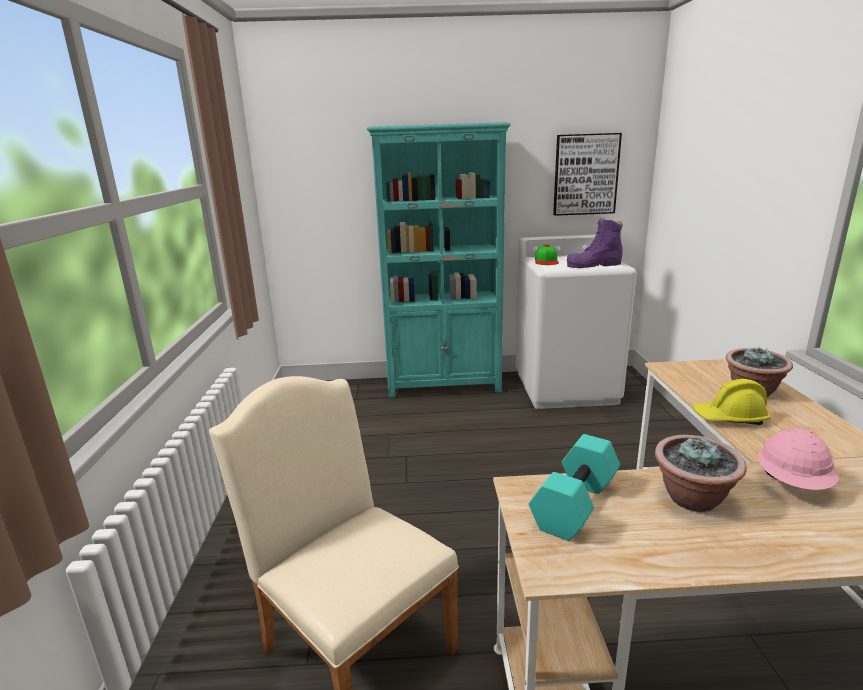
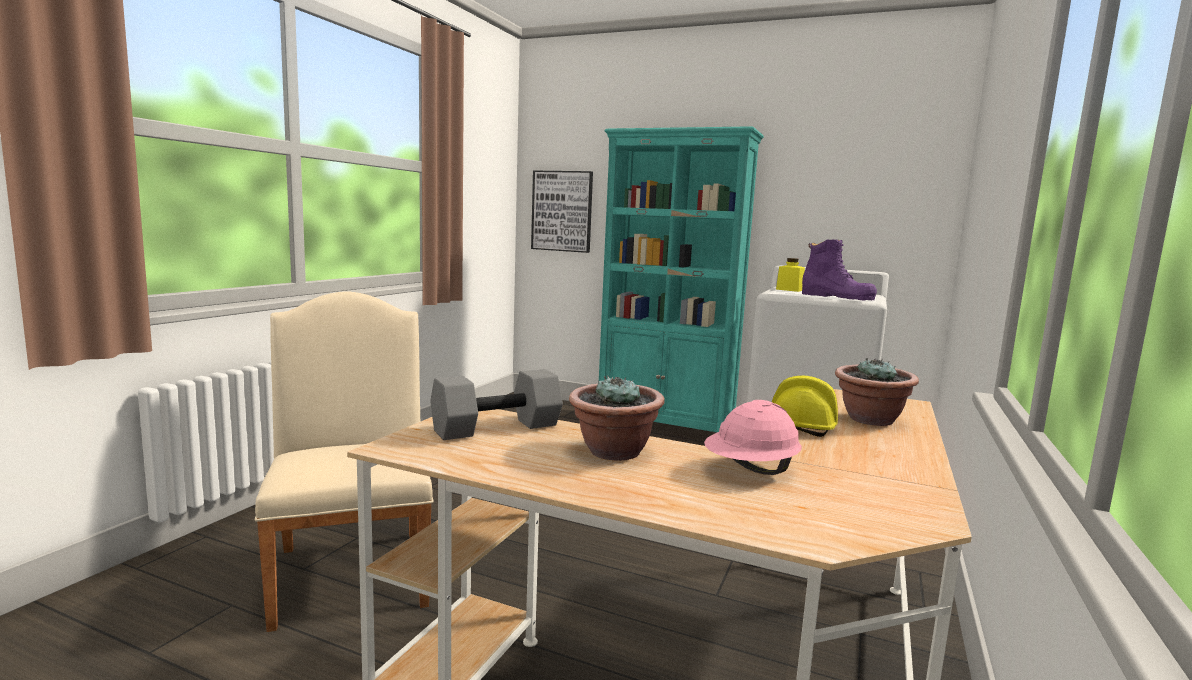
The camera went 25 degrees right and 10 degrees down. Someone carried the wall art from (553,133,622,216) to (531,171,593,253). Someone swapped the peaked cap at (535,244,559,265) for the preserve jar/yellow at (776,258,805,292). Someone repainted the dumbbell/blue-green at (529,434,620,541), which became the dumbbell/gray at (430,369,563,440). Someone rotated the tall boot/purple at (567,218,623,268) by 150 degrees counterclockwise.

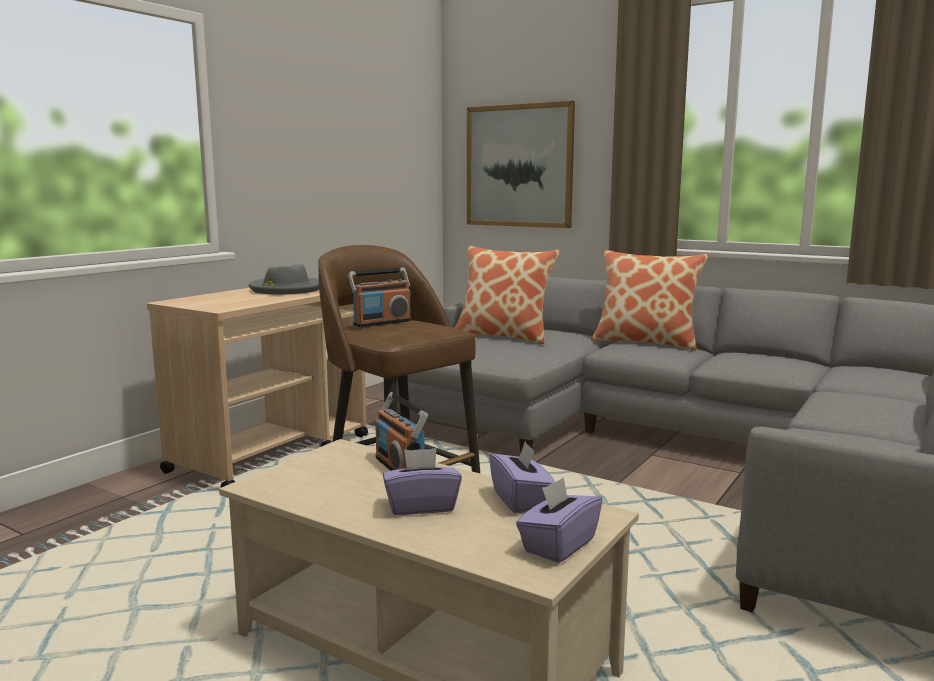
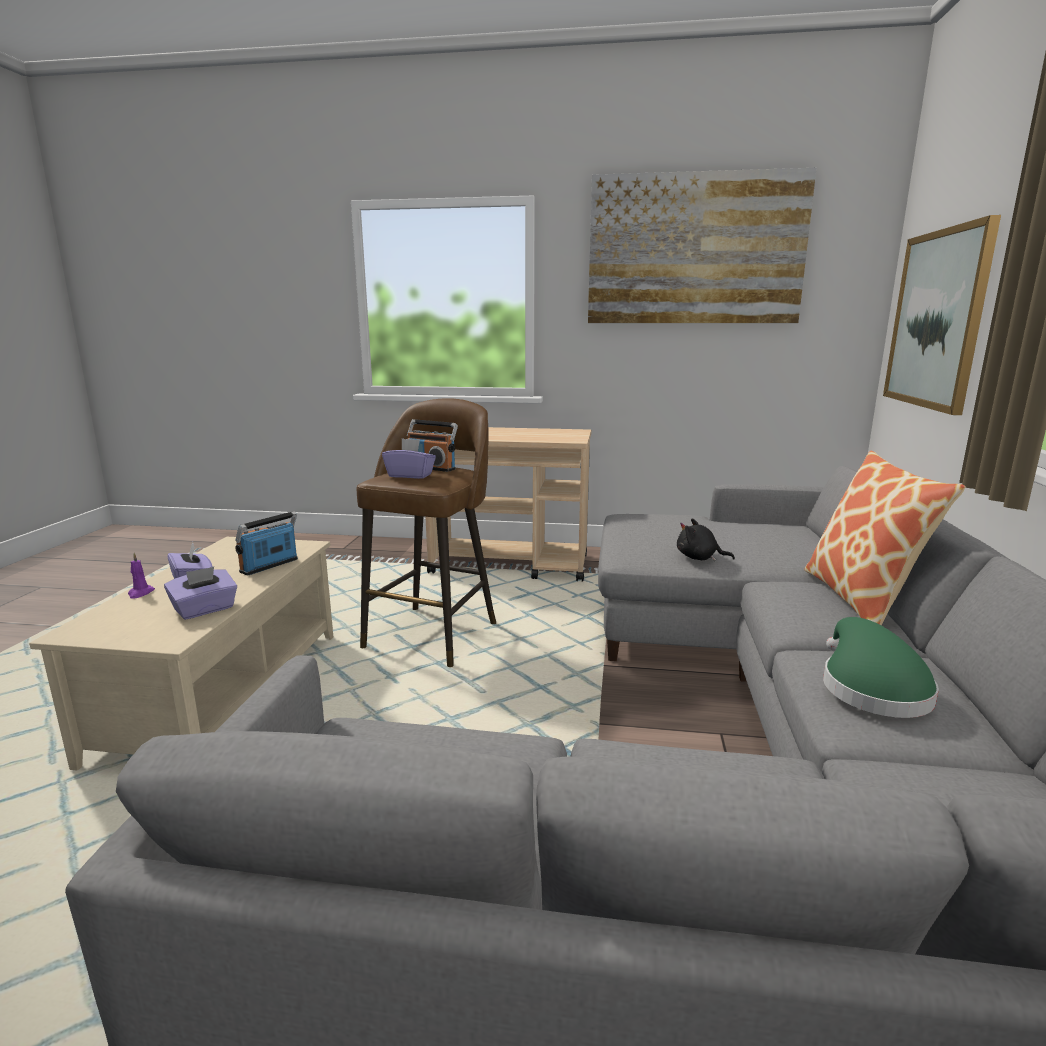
The camera went 65 degrees right and 5 degrees up. Someone took away the clothing hat/gray at (248,264,319,295). Someone took away the pillow at (455,246,560,344). Someone put down the wax light/purple at (128,553,155,598). Someone put up the wall art at (588,168,817,323). Someone put down the cuddly toy/blackish at (677,518,735,561). Someone put down the clothing hat/greenish at (823,617,939,718). Someone carried the tissue holder/purple from (516,477,602,563) to (382,438,436,479).

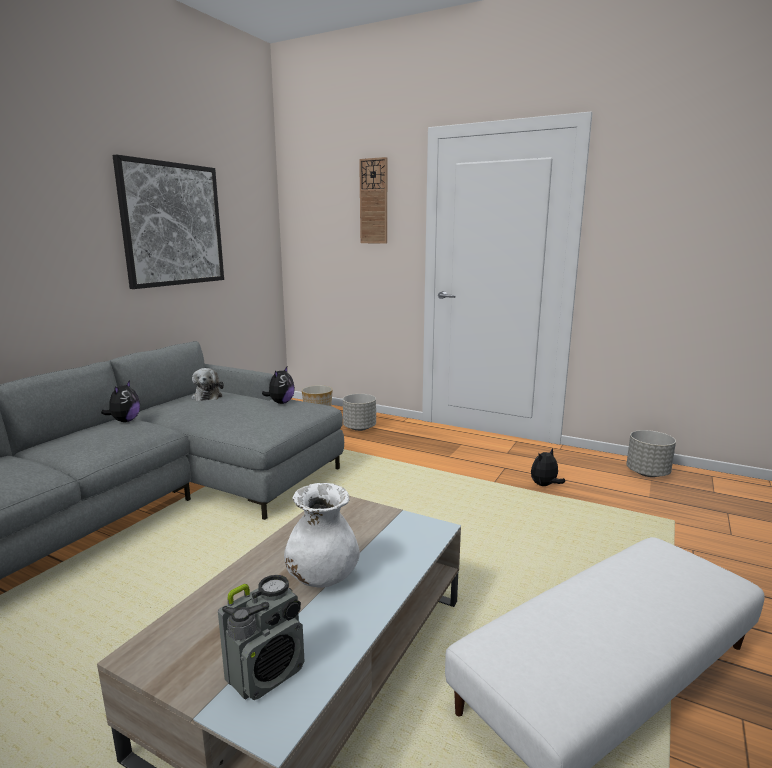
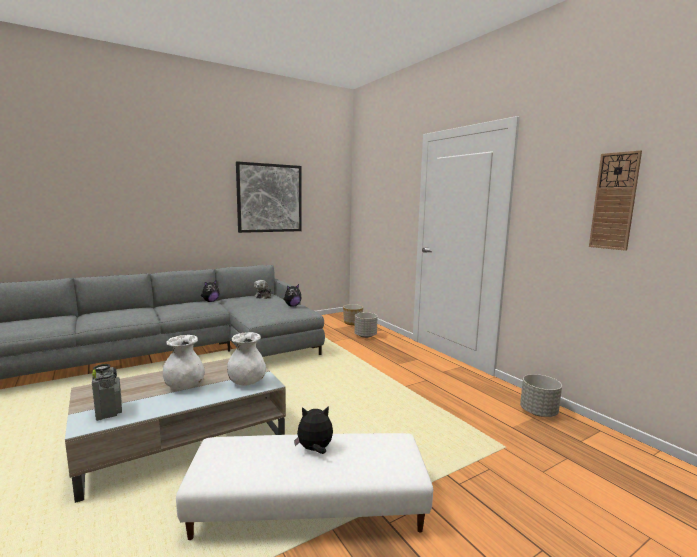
The camera went 30 degrees right and 5 degrees down. Someone put down the decorative vase/whitish at (227,332,266,386). Someone carried the wall clock from (359,157,387,244) to (589,150,642,251). Someone carried the cuddly toy from (531,448,565,486) to (294,406,333,454). Someone rotated the radio receiver at (218,575,304,700) by 105 degrees counterclockwise.

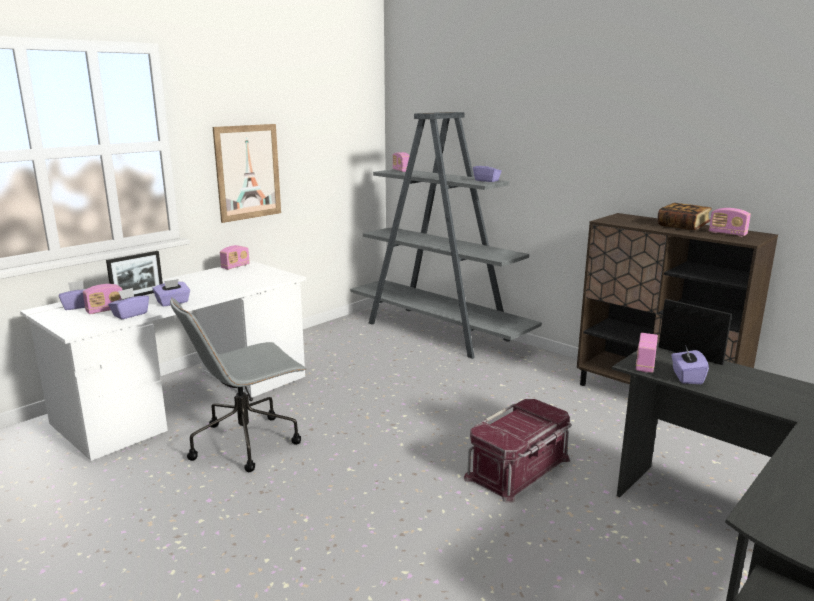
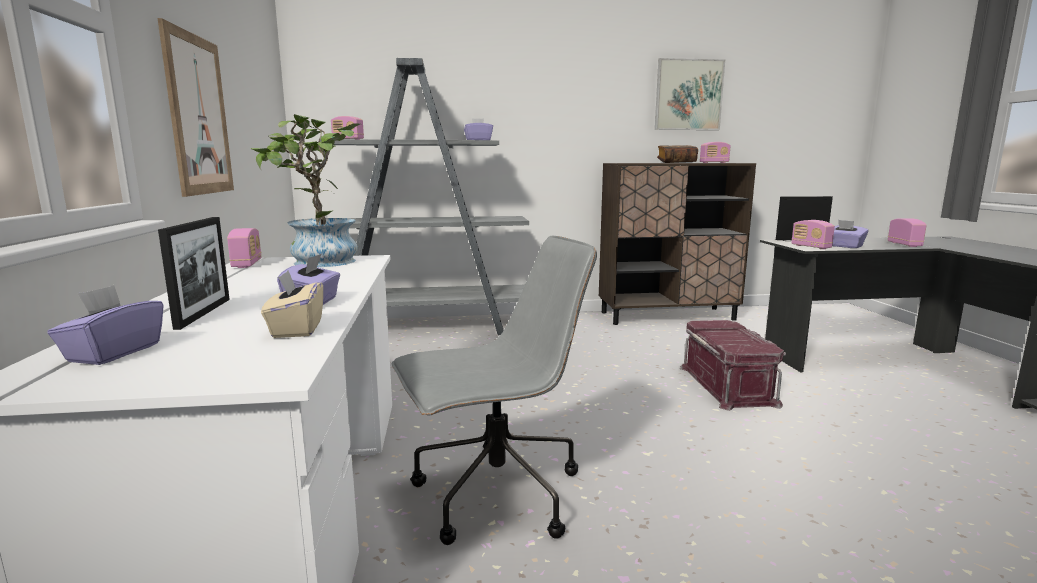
The camera went 50 degrees left and 5 degrees down. Someone put down the plant in a pot at (251,114,360,267). Someone put up the wall art at (655,58,725,130). Someone carried the radio receiver from (83,284,122,314) to (888,218,927,247). Someone repainted the tissue holder/purple at (108,288,149,319), which became the tissue holder/sand-coloured at (261,271,323,338). Someone rotated the computer chair/gray at (170,297,306,472) by 120 degrees counterclockwise.

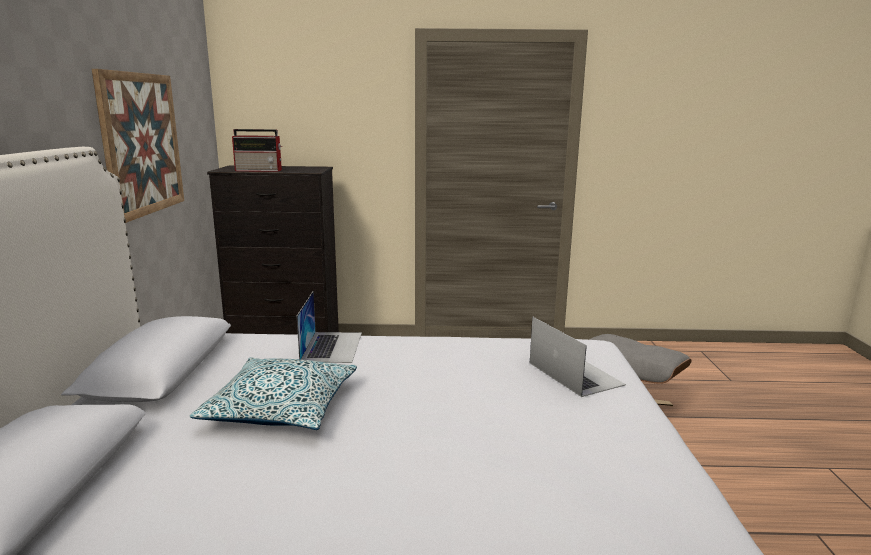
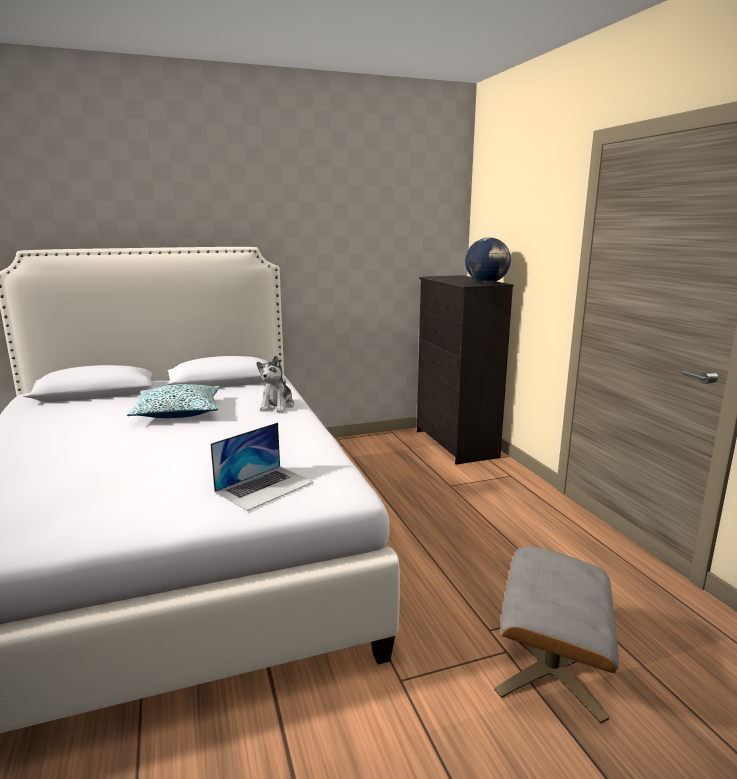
The camera went 70 degrees right and 0 degrees up. Someone took away the wall art at (92,69,184,223). Someone took away the radio receiver at (232,129,282,172). Someone put down the world globe at (465,237,511,283). Someone swapped the portable computer at (297,291,362,363) for the cuddly toy at (256,356,294,412).

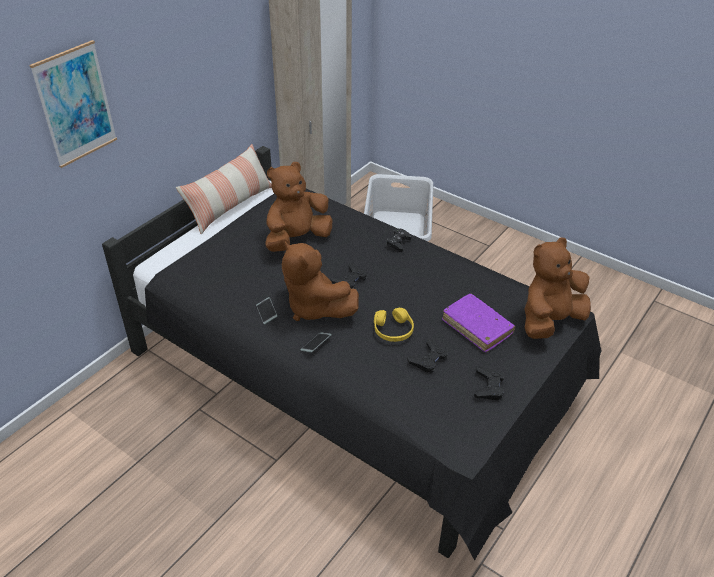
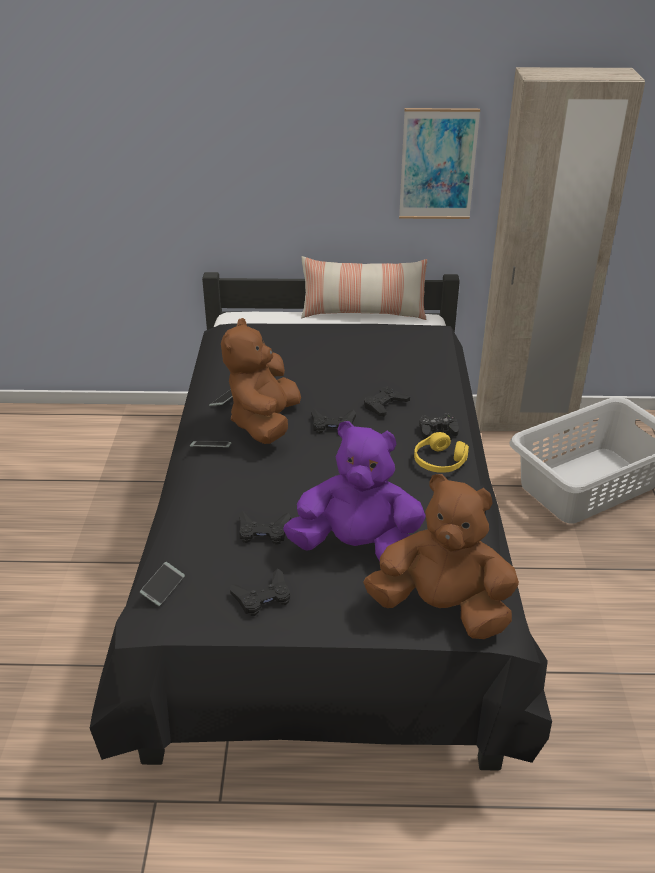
The camera went 55 degrees right and 5 degrees down. Someone took away the cuddly toy/brown at (265,162,332,252). Someone put down the handset at (140,562,185,606). Someone put down the joypad/blackish at (364,387,410,417). Someone carried the wall art from (29,40,117,168) to (399,108,480,219). Someone carried the headset/yellow from (374,308,414,342) to (414,432,469,473). Someone swapped the bound book/purple at (442,294,515,352) for the cuddly toy/purple at (283,421,426,561).

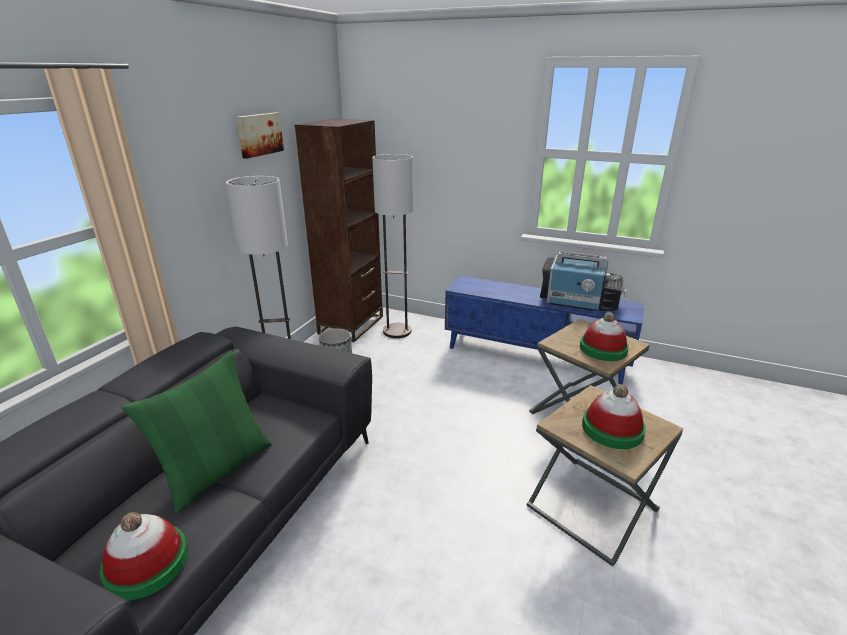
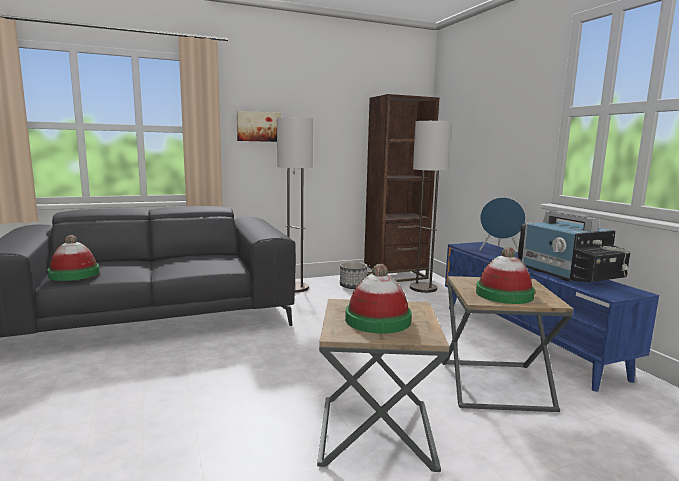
The camera went 45 degrees right and 15 degrees down. Someone took away the pillow/greenish at (121,351,272,514). Someone put down the speaker/bluish at (479,197,526,250). Someone carried the wall art from (236,112,284,159) to (237,111,281,142).

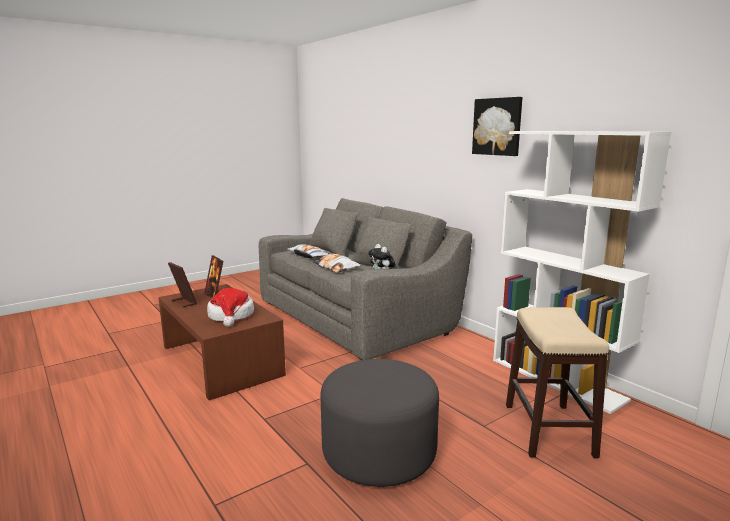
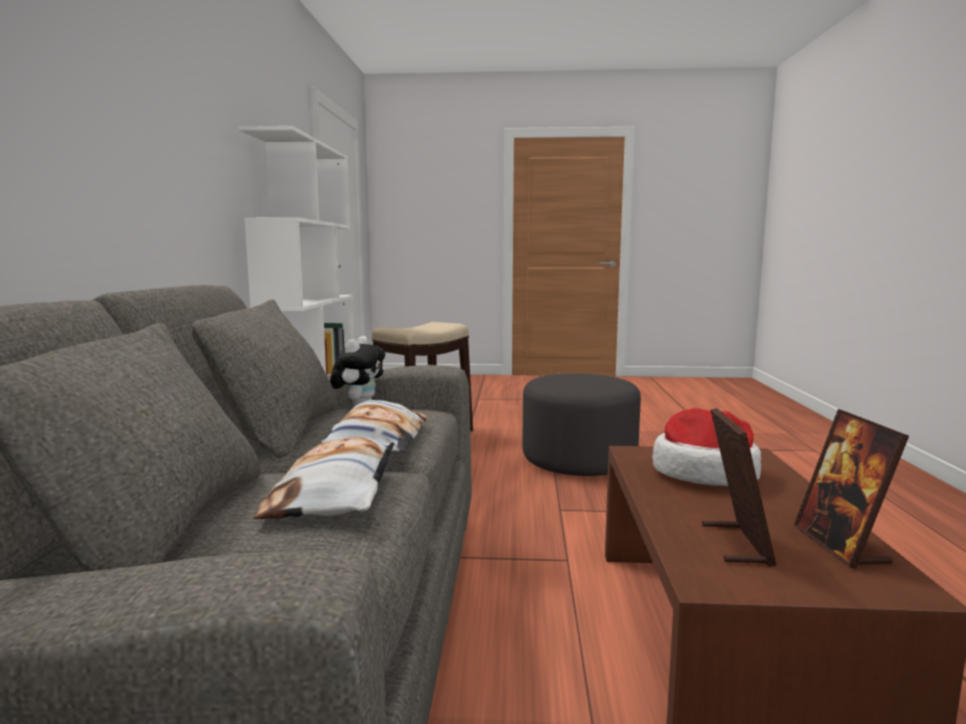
The camera went 140 degrees left and 5 degrees down. Someone took away the wall art at (472,97,522,156).

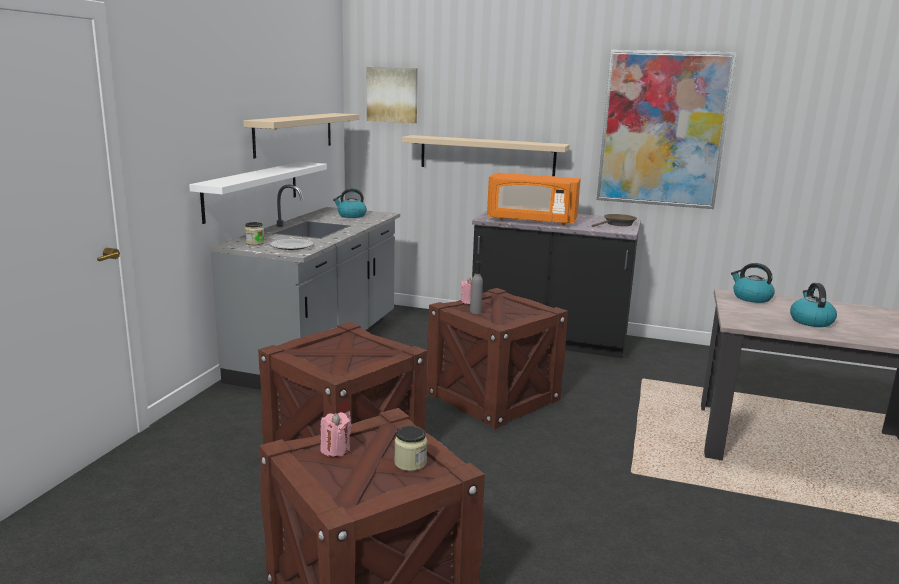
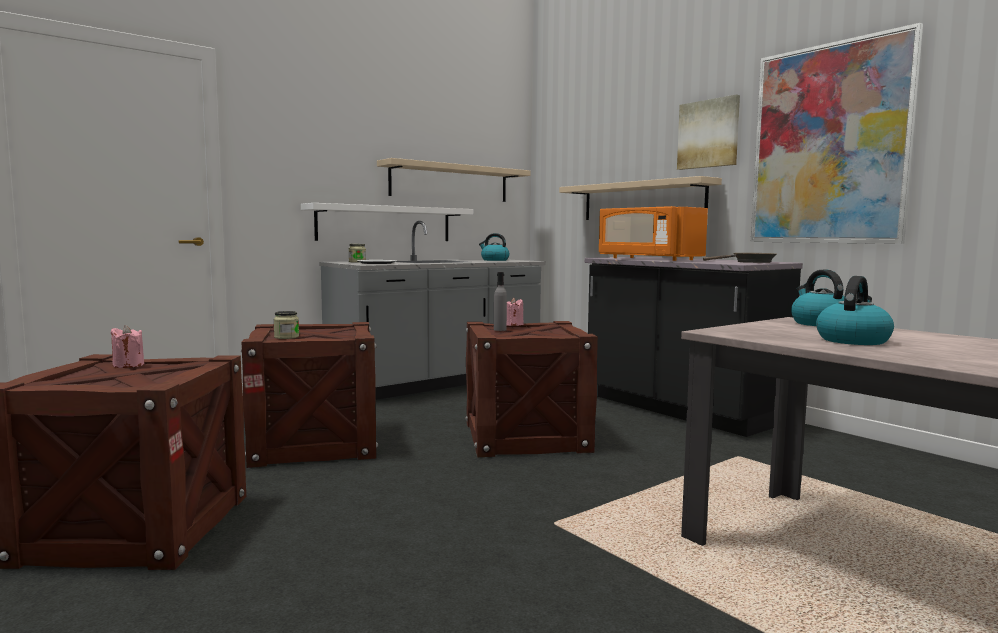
The camera went 35 degrees right and 10 degrees down. Someone carried the wall art from (367,67,418,123) to (677,94,740,170). Someone carried the preserve jar from (394,426,427,471) to (274,311,299,339).

